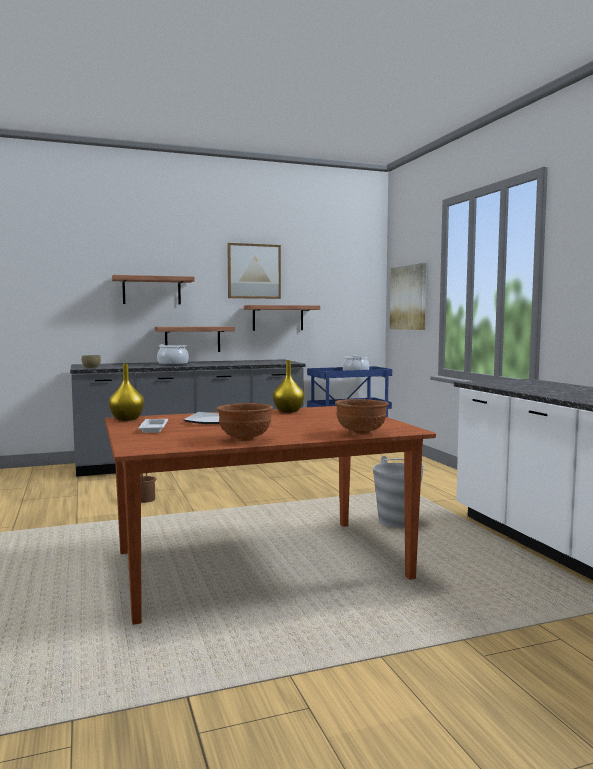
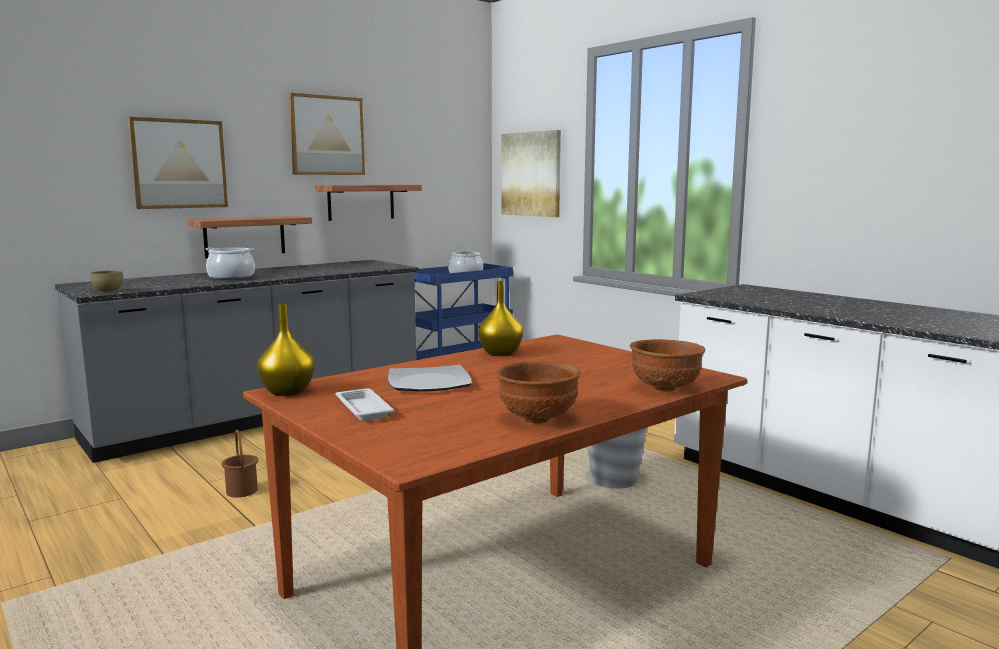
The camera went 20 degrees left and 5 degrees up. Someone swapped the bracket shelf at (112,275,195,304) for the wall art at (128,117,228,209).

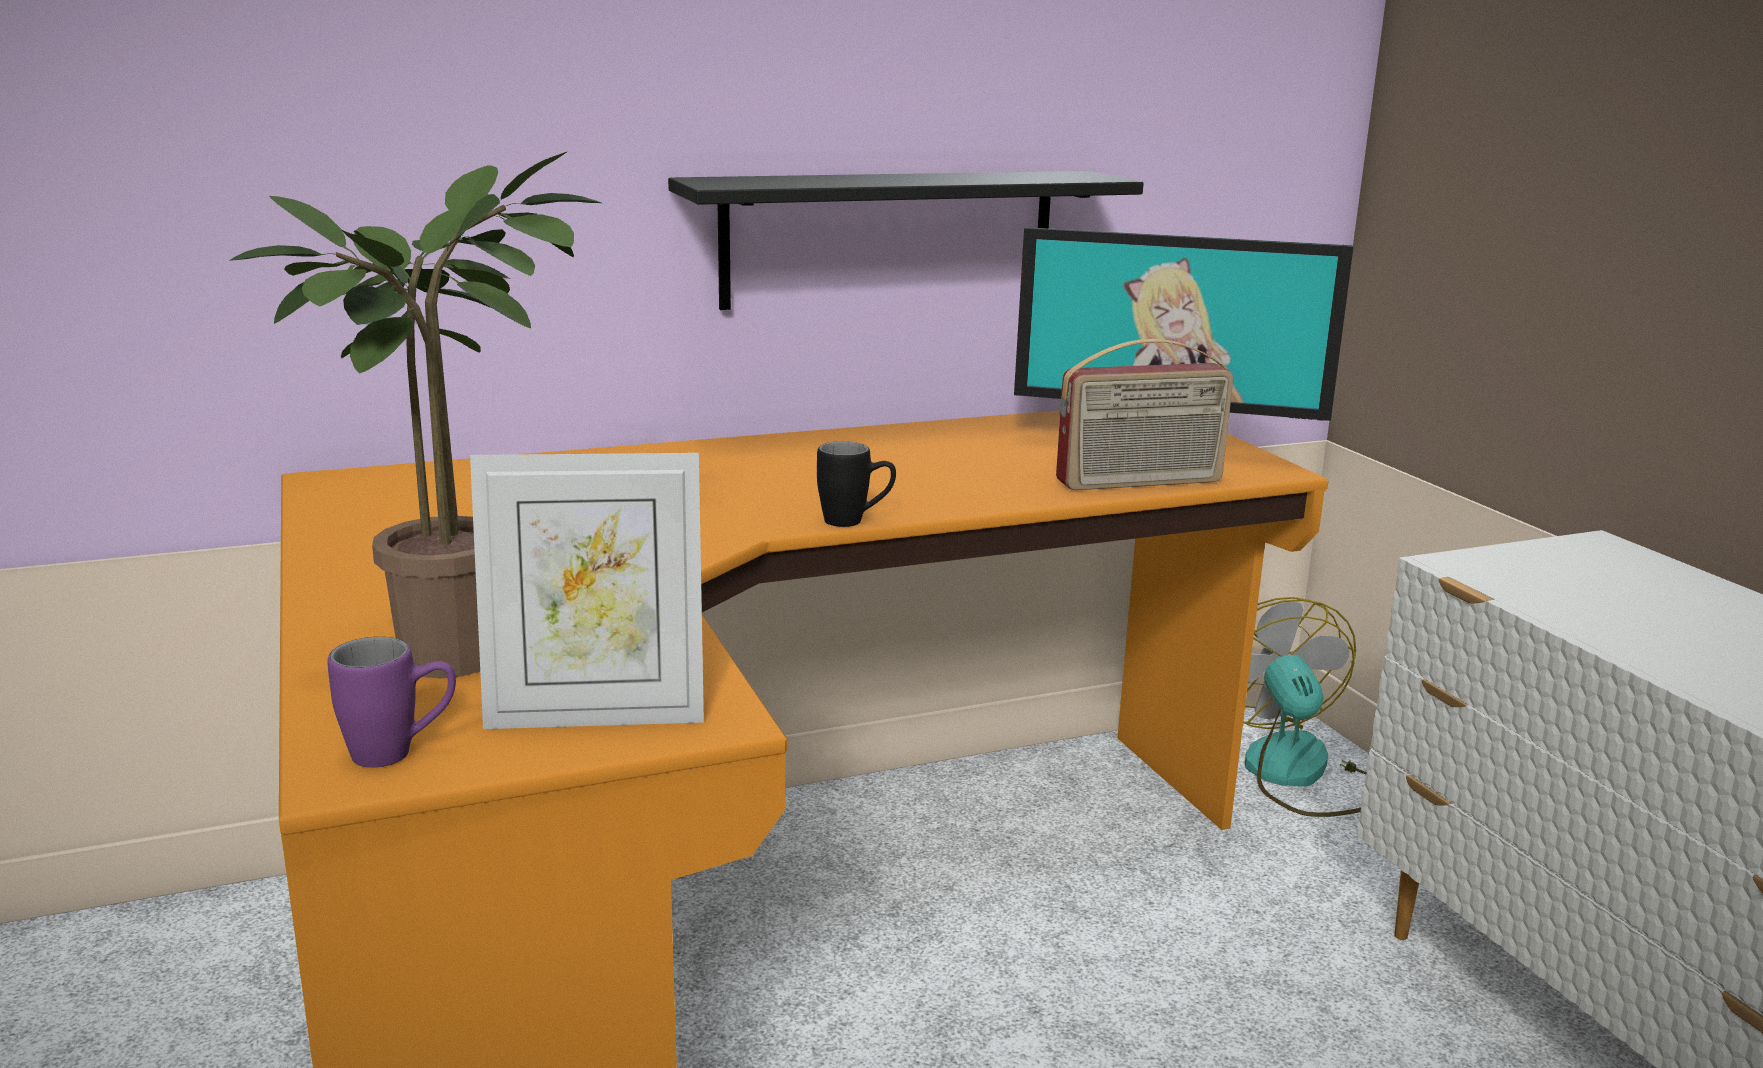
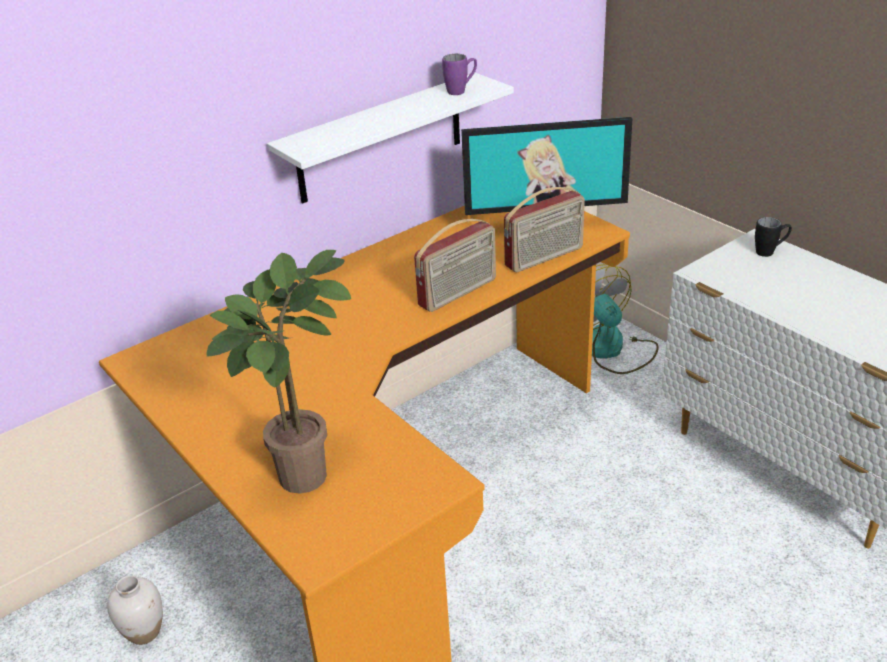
The camera went 15 degrees left and 15 degrees up. Someone took away the standing frame at (470,453,704,729). Someone put down the decorative vase/whitish at (107,575,163,645). Someone put down the radio receiver at (414,219,496,312). Someone carried the coffee mug/purple from (328,637,456,768) to (442,54,477,95). Someone carried the coffee mug/blackish from (817,441,896,527) to (755,217,792,257). Someone repainted the bracket shelf/blackish at (668,171,1144,310), which became the bracket shelf/whitish at (267,73,514,203).

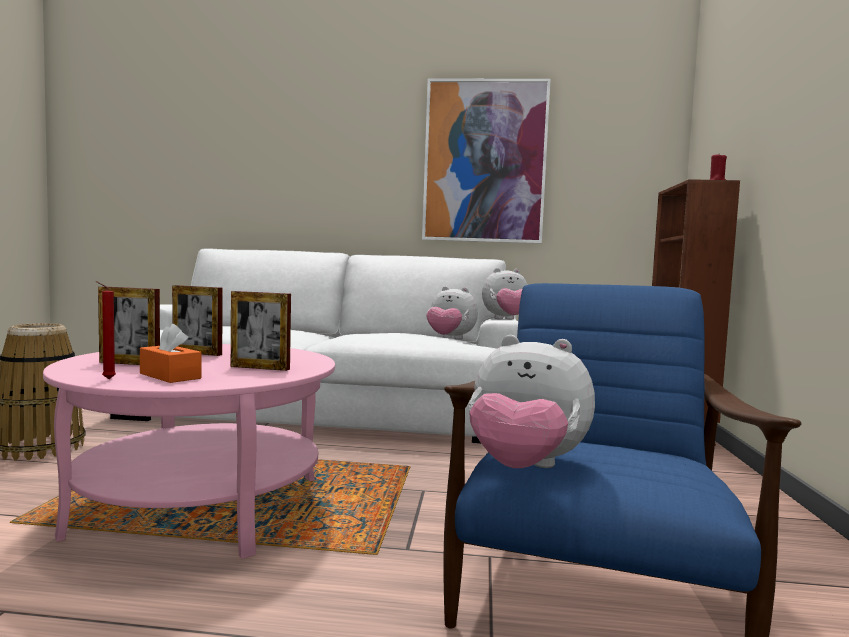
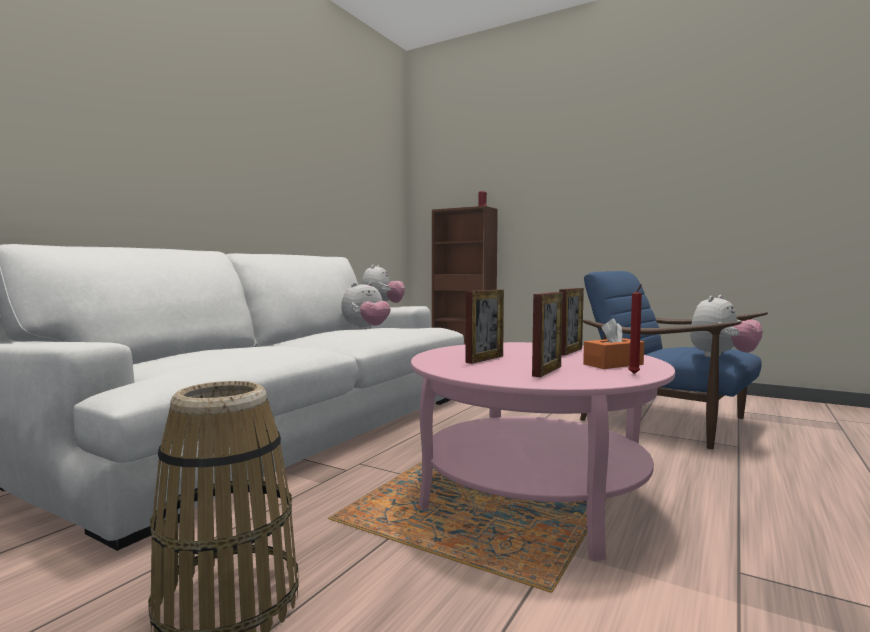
The camera went 65 degrees left and 0 degrees up. Someone took away the wall art at (422,78,551,243).

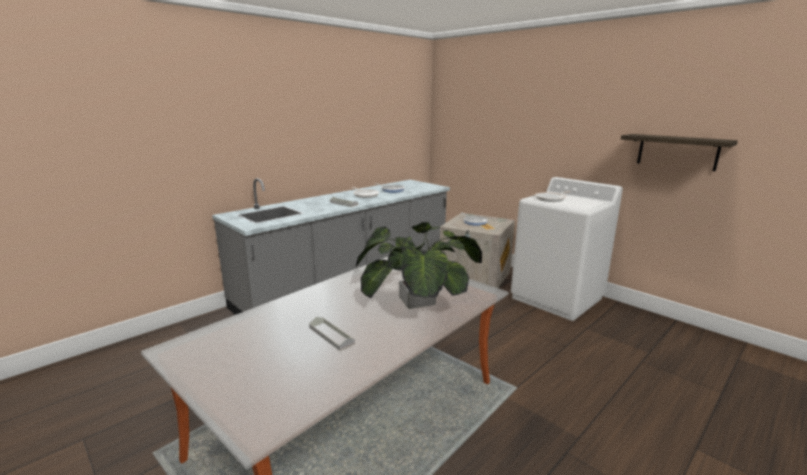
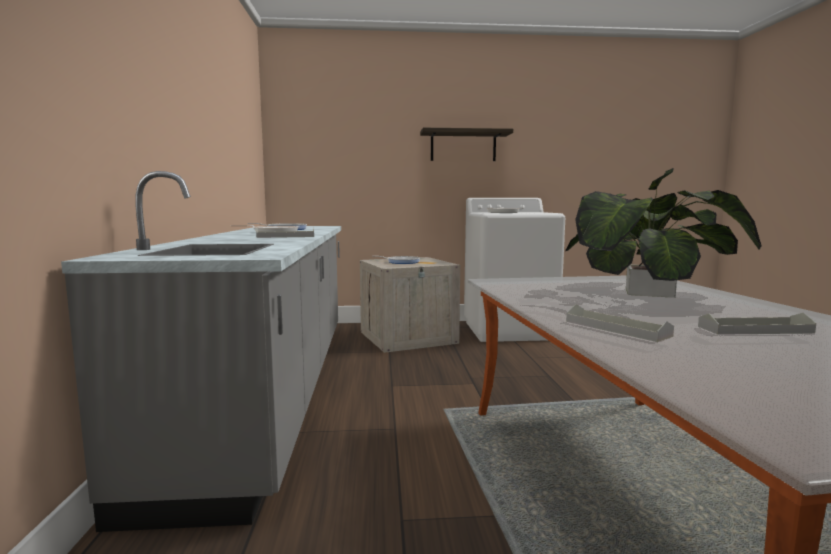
The camera went 50 degrees left and 10 degrees down. Someone put down the tray/gray at (566,304,674,342). Someone carried the bracket shelf from (621,134,738,171) to (420,128,513,161).

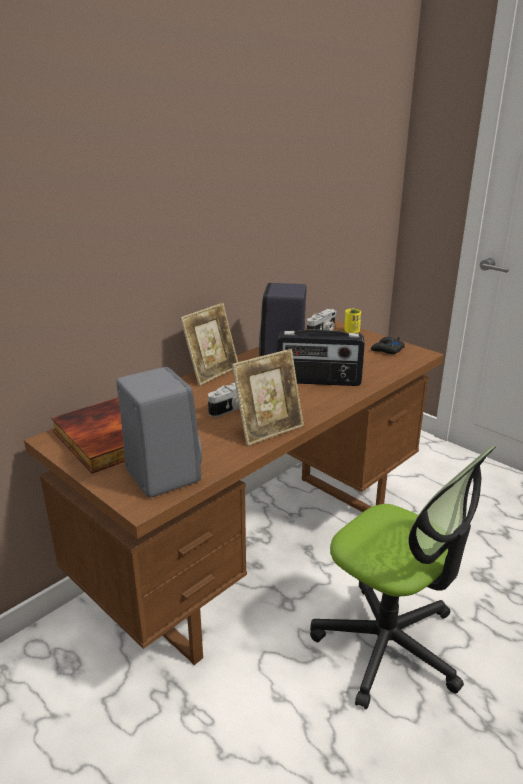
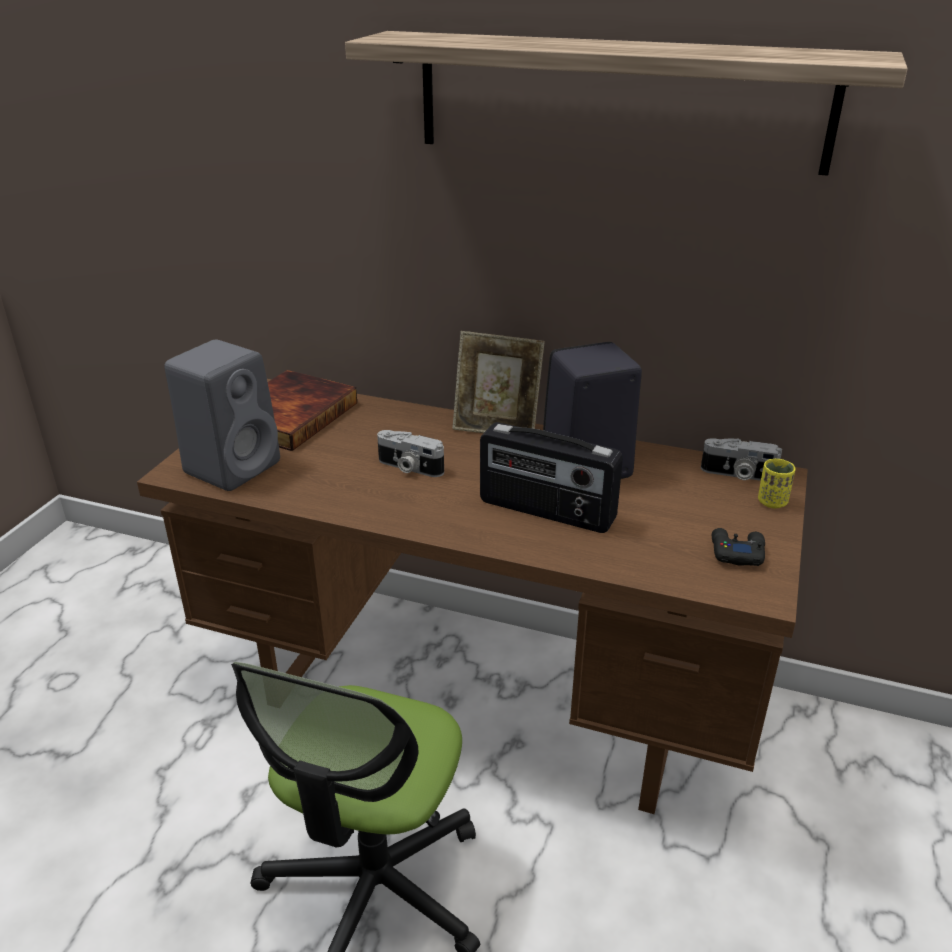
The camera went 65 degrees right and 5 degrees up. Someone took away the standing frame at (232,349,304,446). Someone put up the bracket shelf at (345,31,908,176). Someone rotated the radio receiver at (277,330,365,386) by 45 degrees counterclockwise.

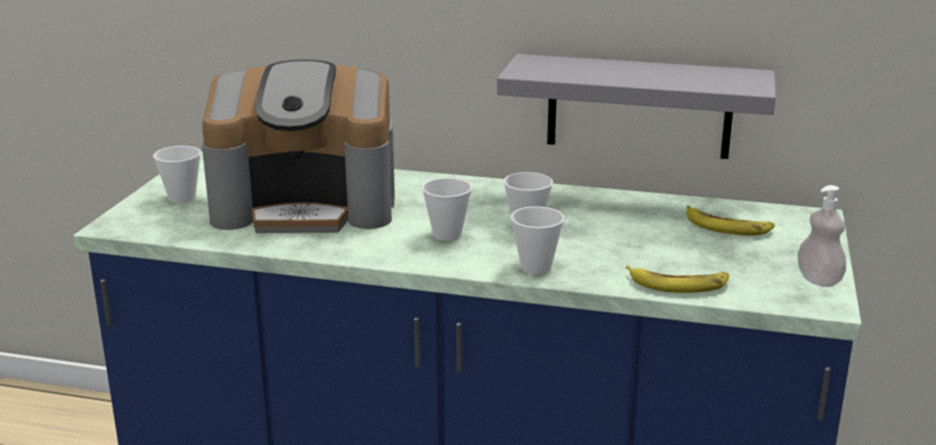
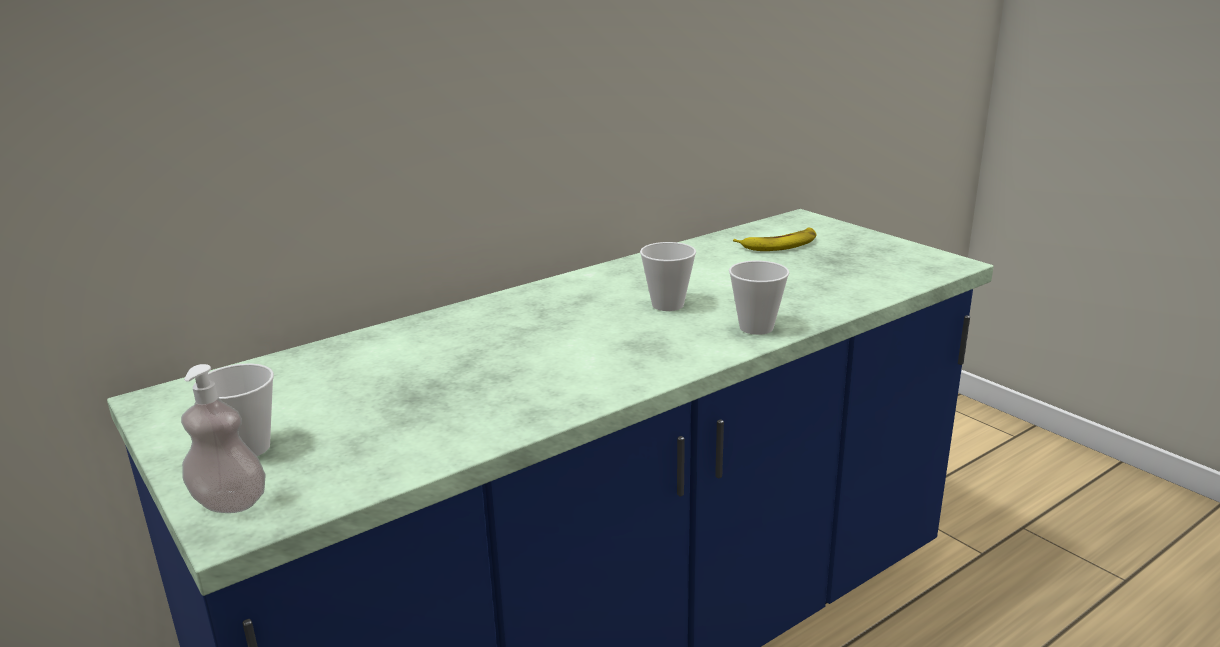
The camera went 50 degrees left and 0 degrees up. Someone took away the coffee brewer at (202,60,395,233). Someone took away the drinking cup at (422,178,472,241). Someone took away the bracket shelf/gray at (497,54,776,159). Someone took away the banana at (626,265,729,293). Someone carried the soap bottle from (797,185,846,287) to (181,364,266,513).

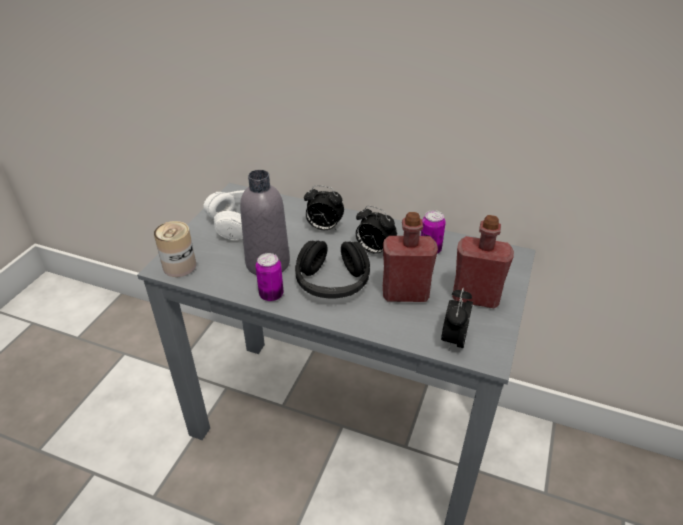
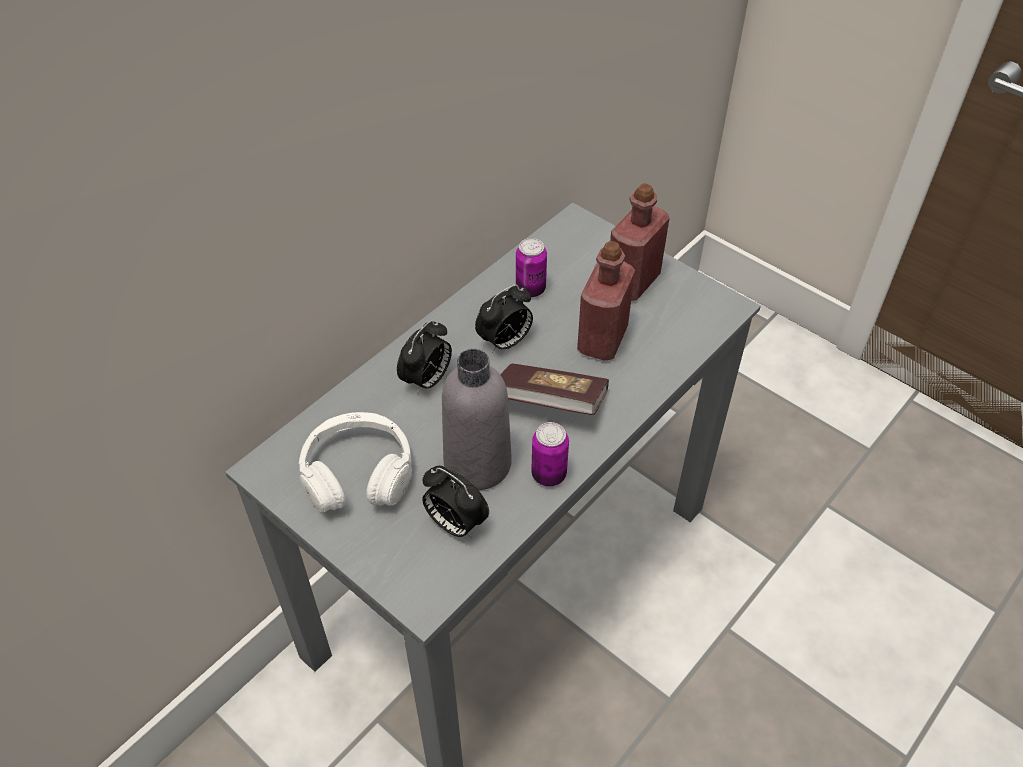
The camera went 70 degrees left and 10 degrees up. Someone took away the sealed can at (154,221,196,277). Someone carried the bedside clock from (441,288,473,351) to (422,466,489,539). Someone swapped the headset/blackish at (295,240,370,298) for the bound book at (500,363,609,415).

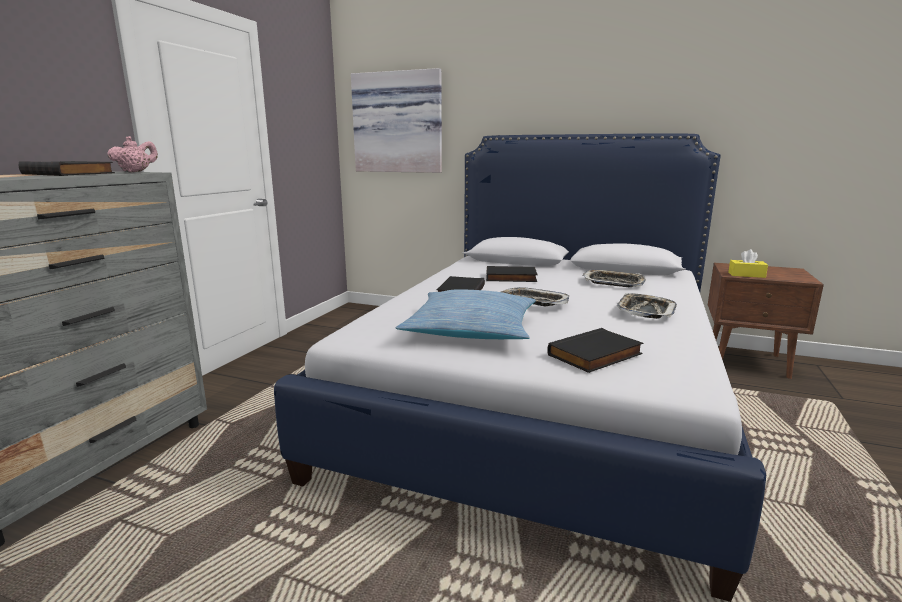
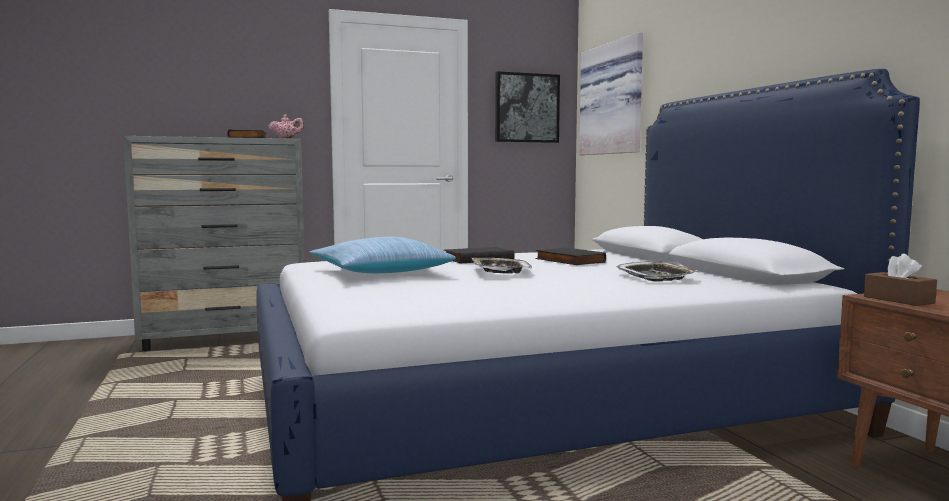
The camera went 50 degrees right and 10 degrees down. Someone took away the bound book/blackish at (547,328,643,373). Someone took away the tray at (617,293,677,319). Someone put up the wall art at (495,71,560,143). Someone repainted the tissue holder/yellow at (728,249,768,278), which became the tissue holder/brown at (864,253,937,306).

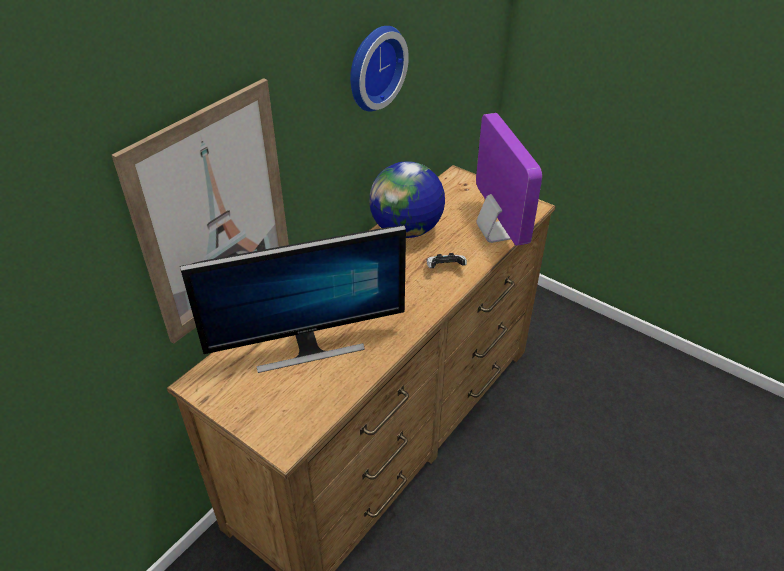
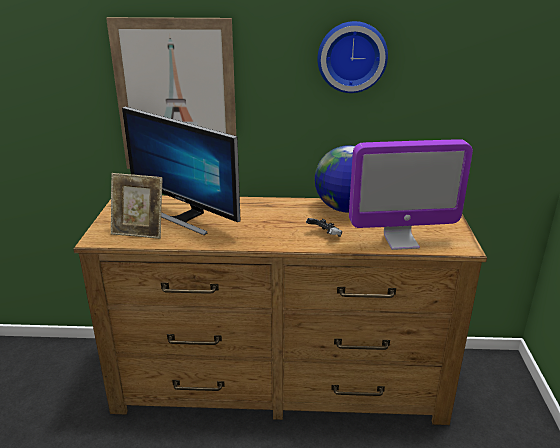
The camera went 55 degrees right and 15 degrees down. Someone put down the standing frame at (111,173,162,239). Someone rotated the monitor at (476,113,542,246) by 45 degrees clockwise.

